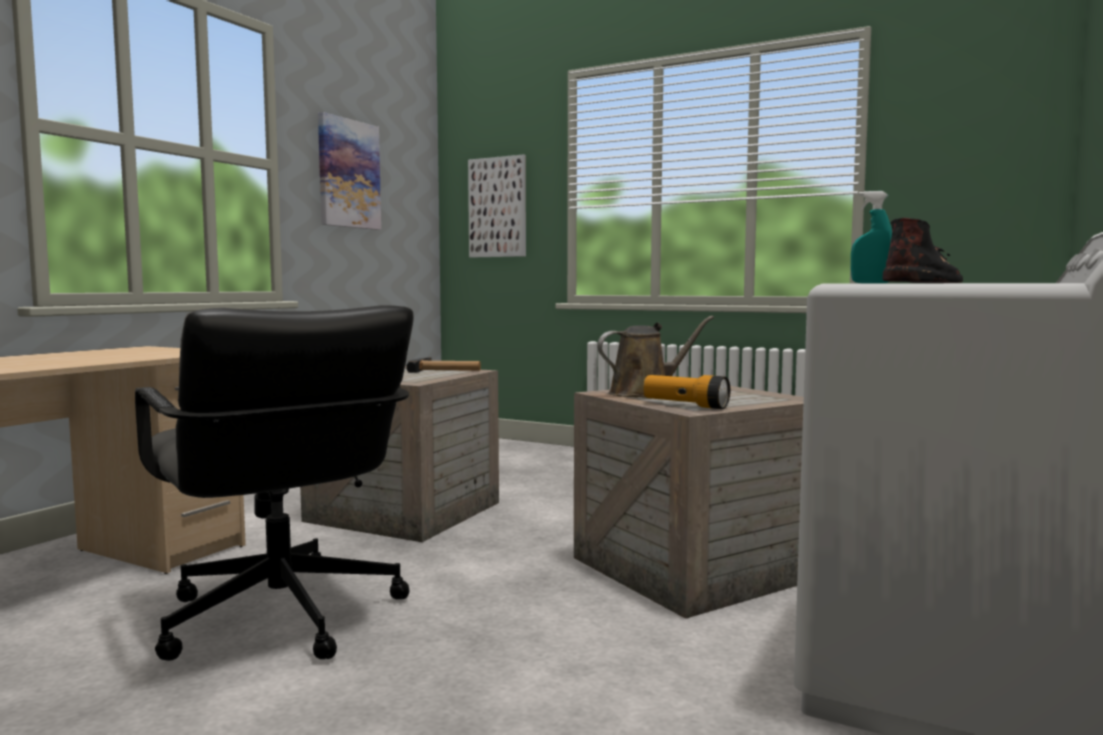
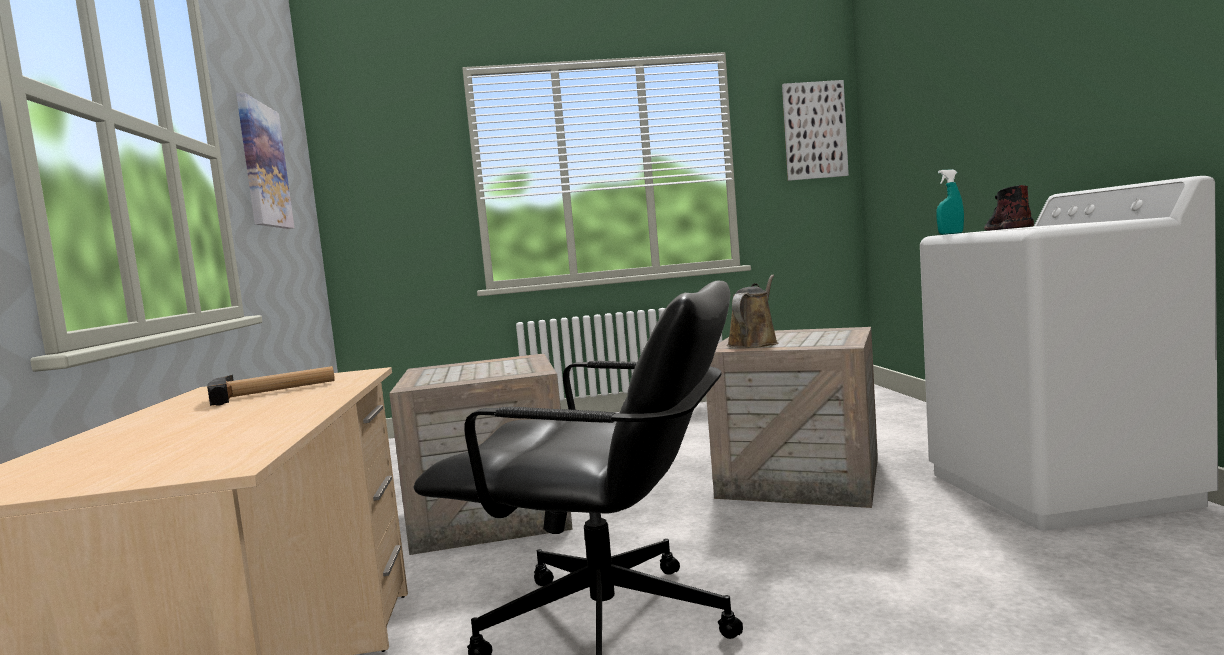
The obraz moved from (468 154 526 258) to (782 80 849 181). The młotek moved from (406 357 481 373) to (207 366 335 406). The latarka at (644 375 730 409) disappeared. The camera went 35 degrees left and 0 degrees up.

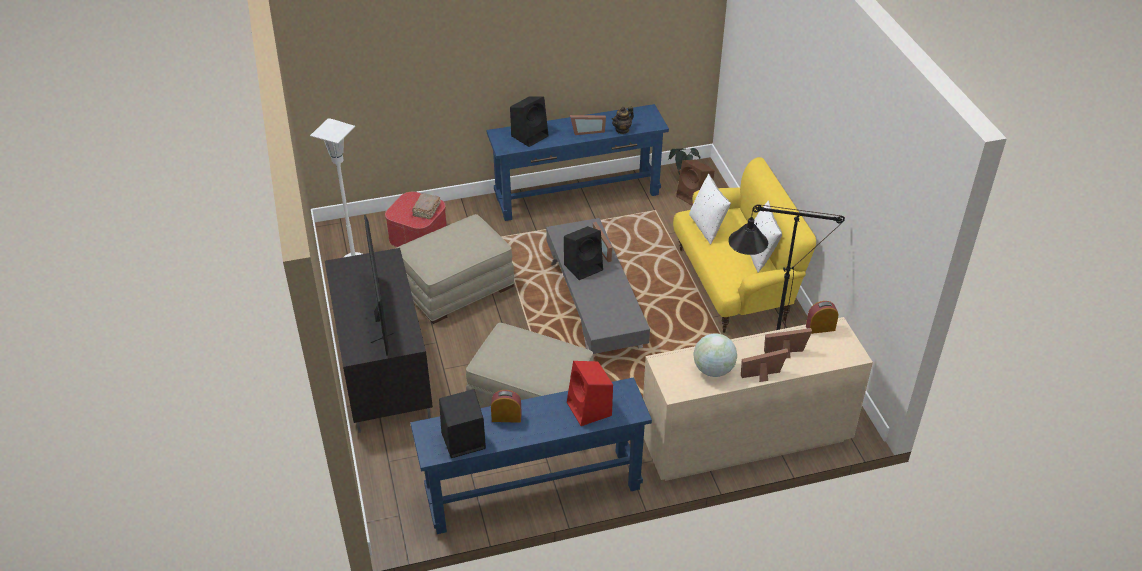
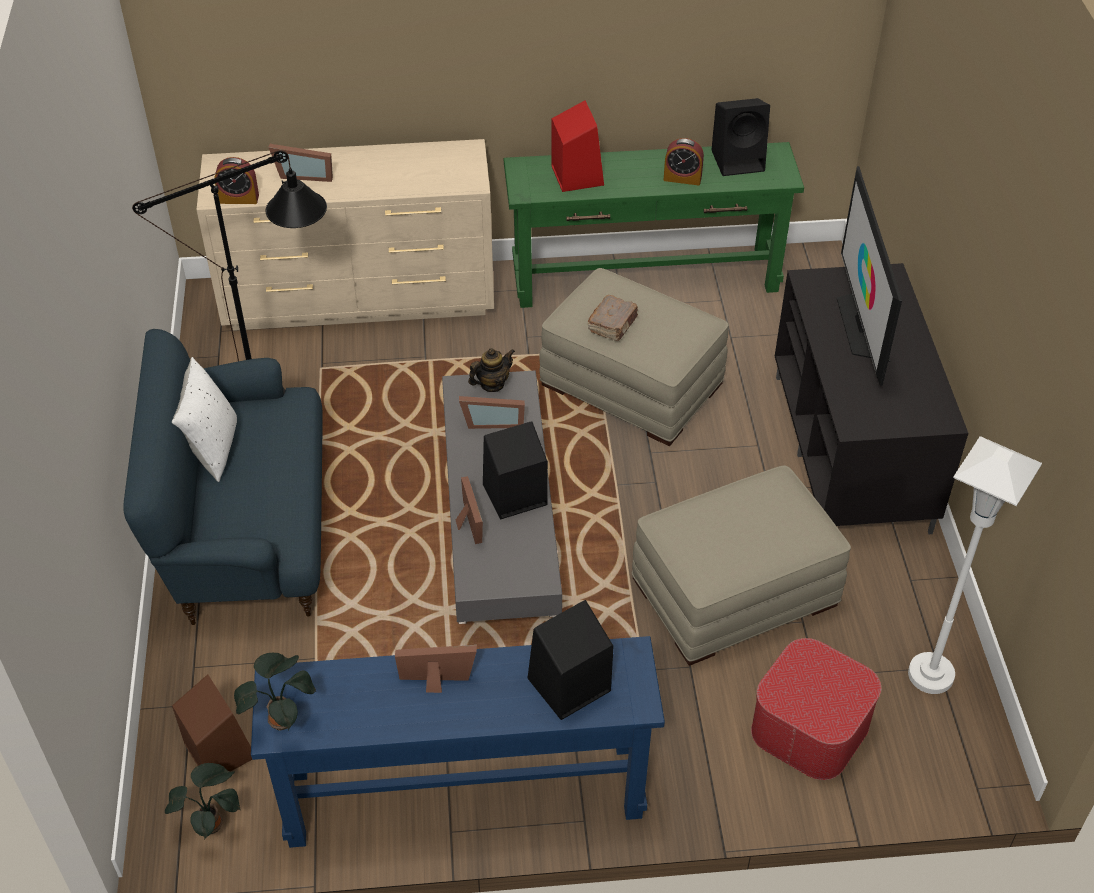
The imbryk moved from (611 106 634 134) to (468 348 515 392). The kanapa [żółty] at (673 157 816 333) became the kanapa [niebieski] at (123 329 323 625). The poduszka [biały] at (689 174 731 245) disappeared. The książka [brązowy] moved from (412 194 441 220) to (588 295 638 341). The globus at (694 334 737 377) disappeared. The ramka na zdjęcie moved from (741 349 789 382) to (459 396 525 429). The stolik konsolowy [niebieski] at (410 377 652 534) became the stolik konsolowy [zielony] at (503 142 804 308). The roślina doniczkowa at (234 653 316 731) appeared. The camera went 170 degrees left and 5 degrees up.

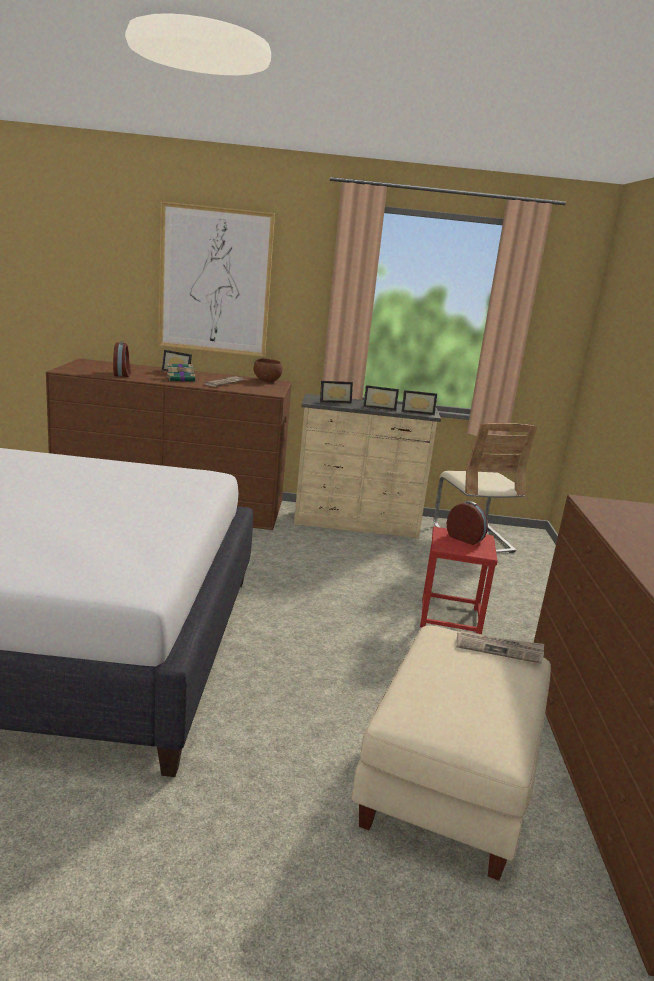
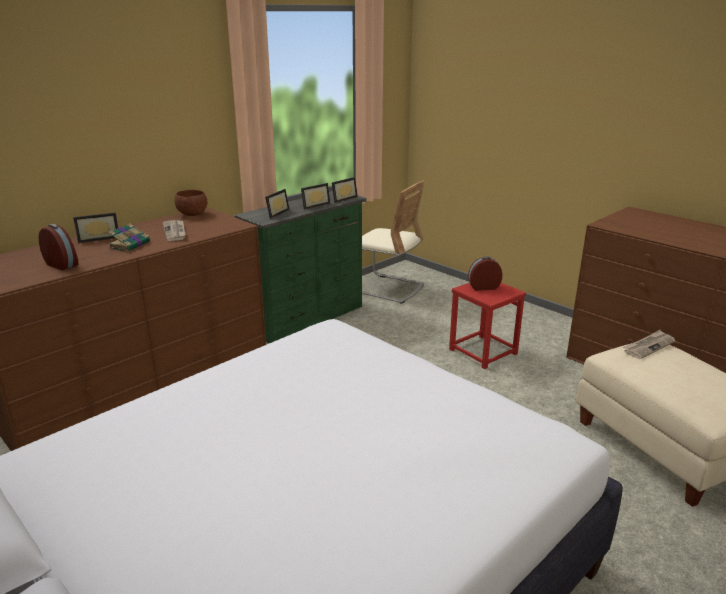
The obraz at (158 201 275 357) disappeared. The komoda [beżowy] at (294 394 441 538) became the komoda [zielony] at (234 191 367 344). The camera went 45 degrees left and 5 degrees up.

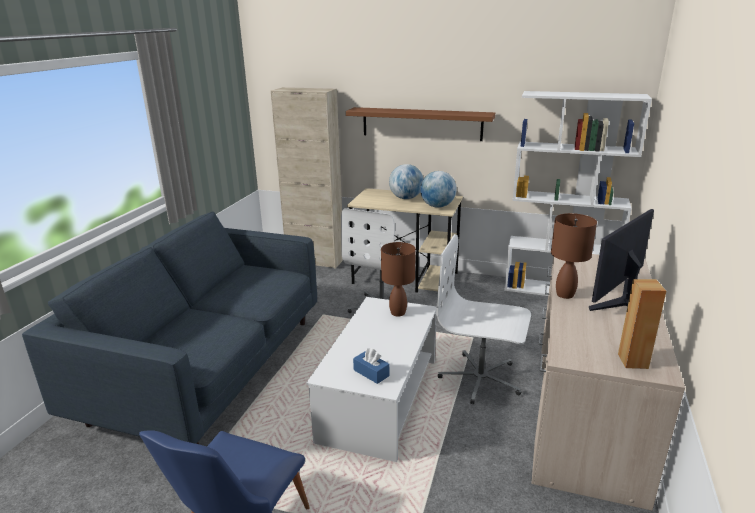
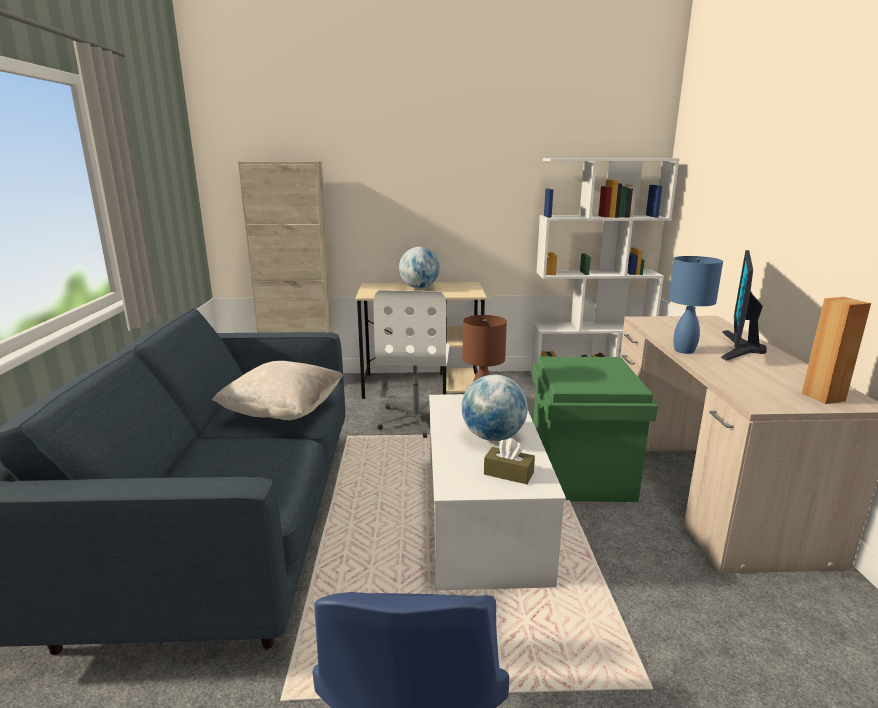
The półka [brązowy] at (346 107 495 141) disappeared. The globus moved from (420 171 457 208) to (461 374 528 441). The lampa stołowa [brązowy] at (551 213 597 299) became the lampa stołowa [niebieski] at (668 256 723 354). The krzesło biurowe [biały] at (436 234 531 404) was replaced by the pojemnik do przechowywania [zielony] at (532 357 658 502). The pudełko chusteczek [niebieski] at (353 348 390 384) became the pudełko chusteczek [brązowy] at (484 438 535 484). The poduszka [beżowy] at (212 361 343 420) appeared. The camera went 20 degrees left and 5 degrees down.

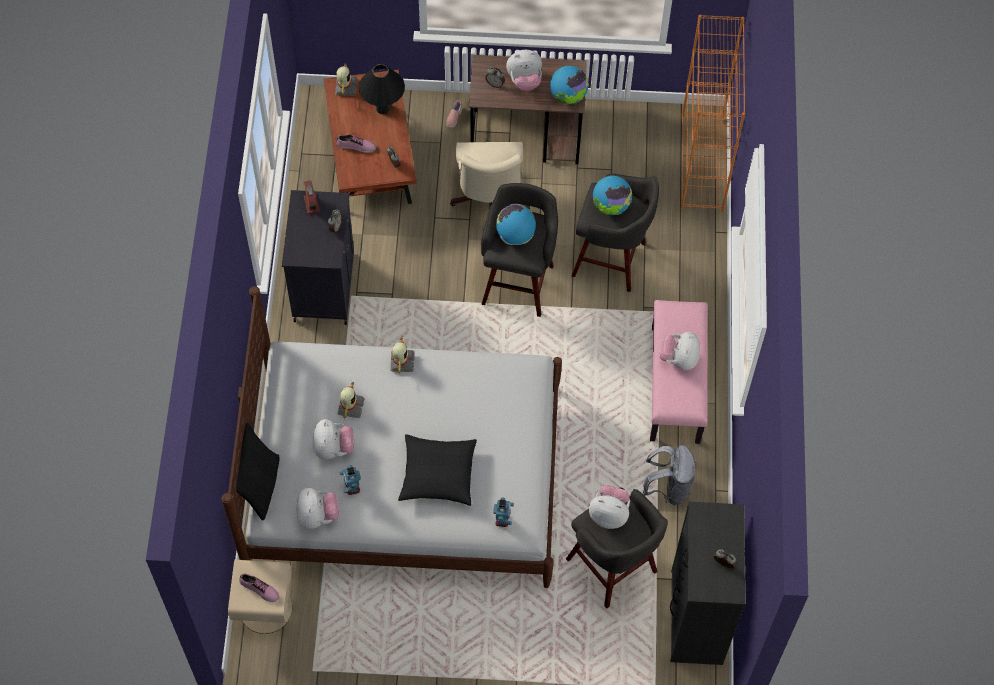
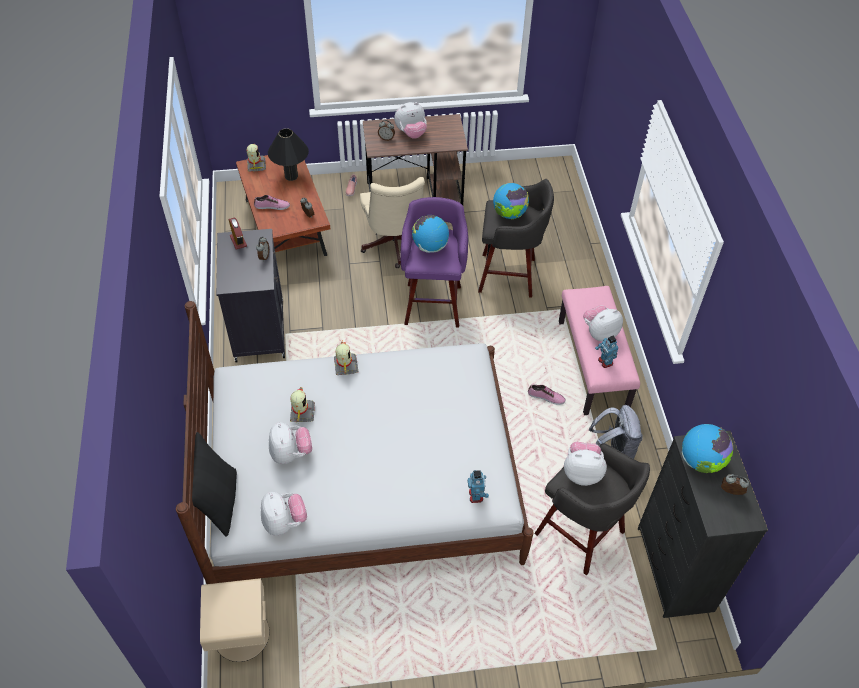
The regał [pomarańczowy] at (681 15 745 212) disappeared. The globus moved from (550 66 589 104) to (682 424 733 473). The stołek [szary] at (481 183 558 317) became the stołek [fioletowy] at (400 197 468 327). The pluszak at (660 332 700 370) turned 60 degrees clockwise. The poduszka [czarny] at (398 434 477 506) disappeared. The robot zabawkowy moved from (340 465 361 495) to (595 336 618 368). The but moved from (239 574 280 602) to (528 384 565 405). The camera went 10 degrees left and 10 degrees down.

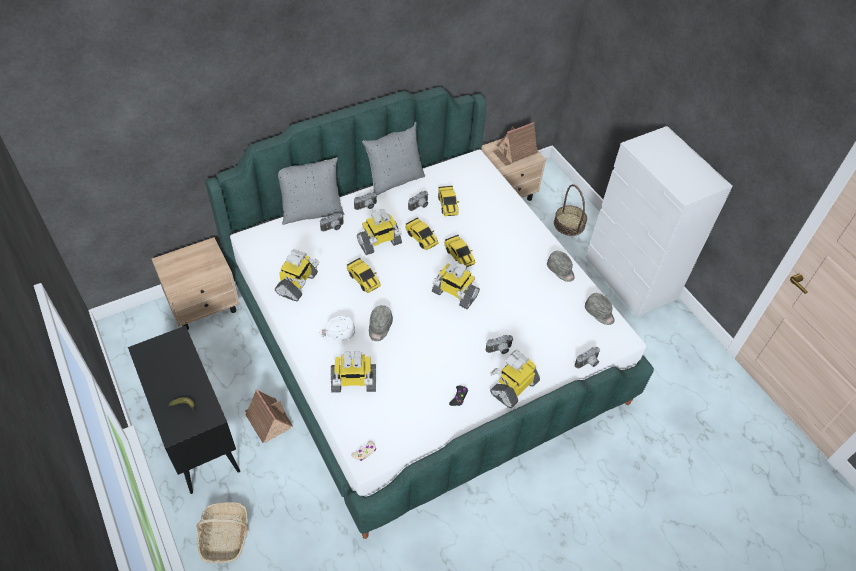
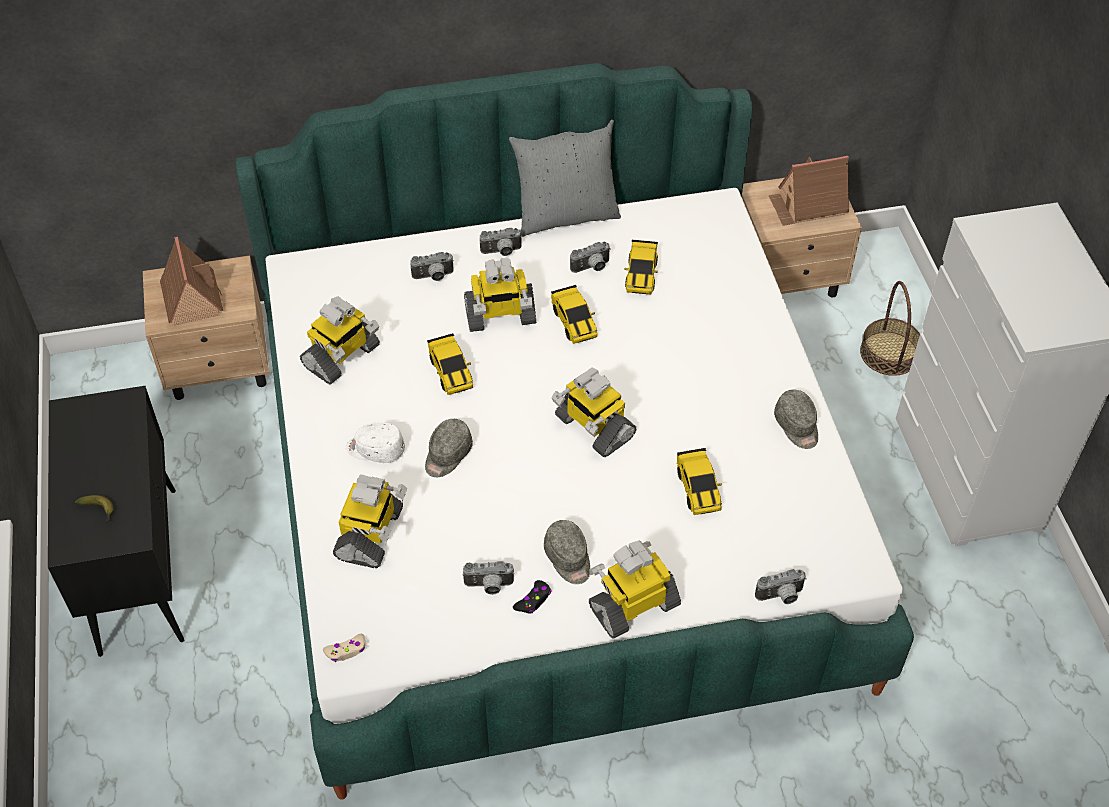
The poduszka [szary] at (278 157 344 225) disappeared. The samochodzik moved from (444 235 475 267) to (677 448 722 515). The czapka z daszkiem [szary] moved from (585 293 615 325) to (544 520 590 584). The aparat fotograficzny moved from (486 335 513 354) to (462 561 514 595). The robot zabawkowy at (331 351 376 392) turned 90 degrees counterclockwise. The domek moved from (245 389 293 443) to (160 237 223 326). The koszyk at (196 502 249 563) disappeared. The camera went 20 degrees right and 0 degrees up.

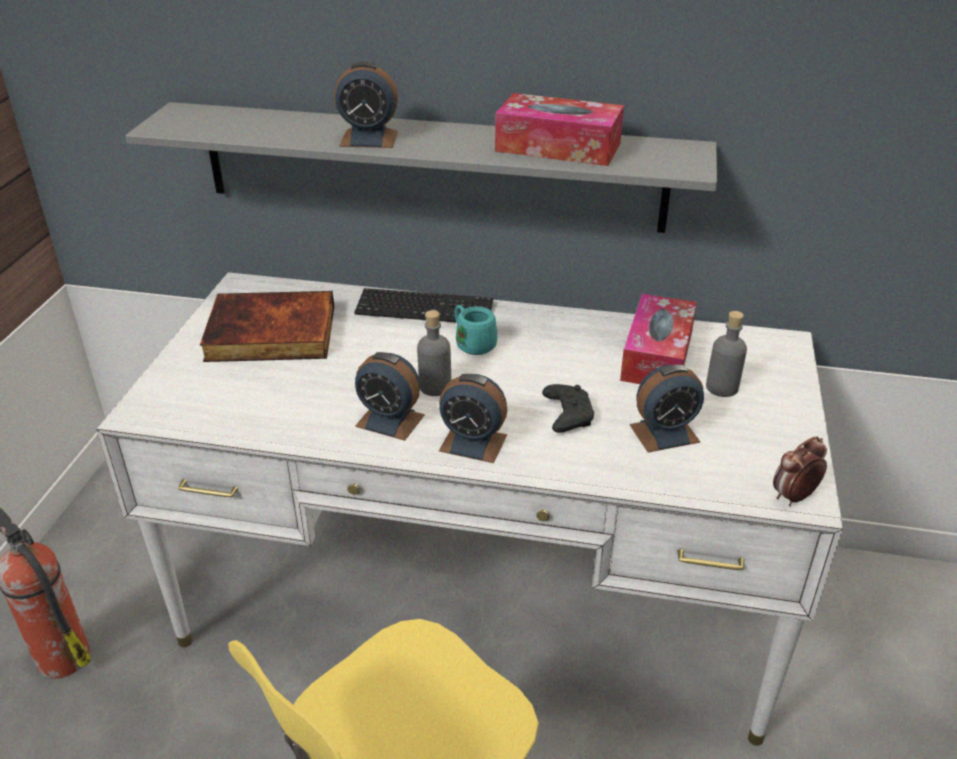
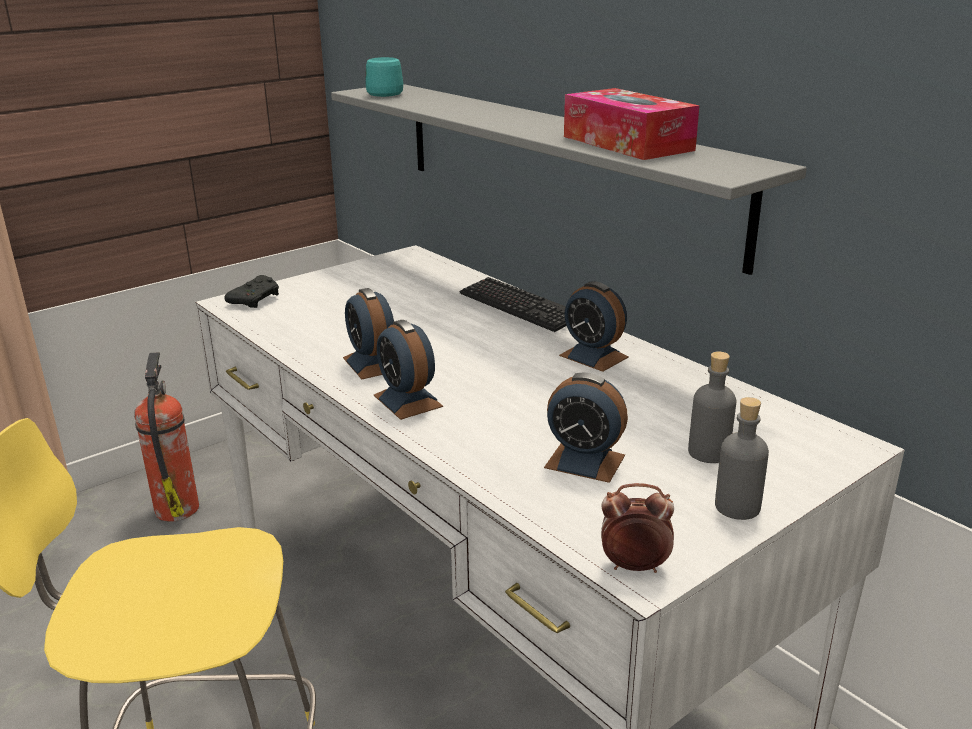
The budzik moved from (334 61 398 148) to (559 281 629 372). The książka at (200 291 334 362) disappeared. The pudełko chusteczek at (620 294 697 384) disappeared. The kubek [turkusowy] moved from (455 305 497 355) to (366 57 403 97). The butelka [szary] moved from (417 310 451 396) to (715 397 769 520). The pad do gier [czarny] moved from (542 384 594 433) to (224 275 279 308). The camera went 40 degrees right and 10 degrees down.

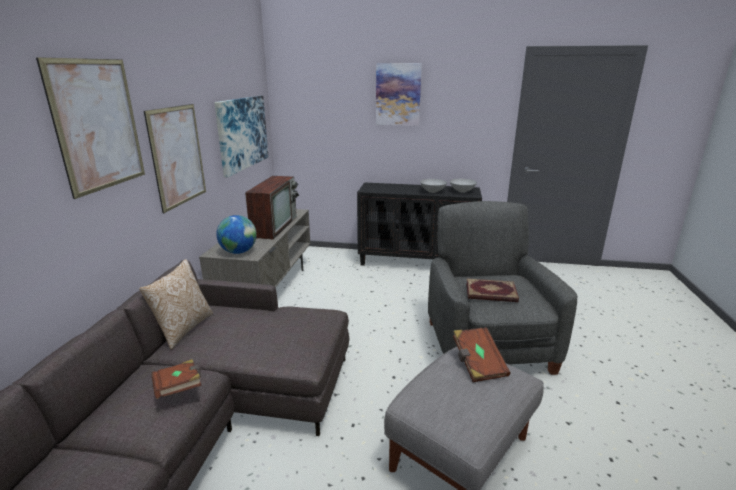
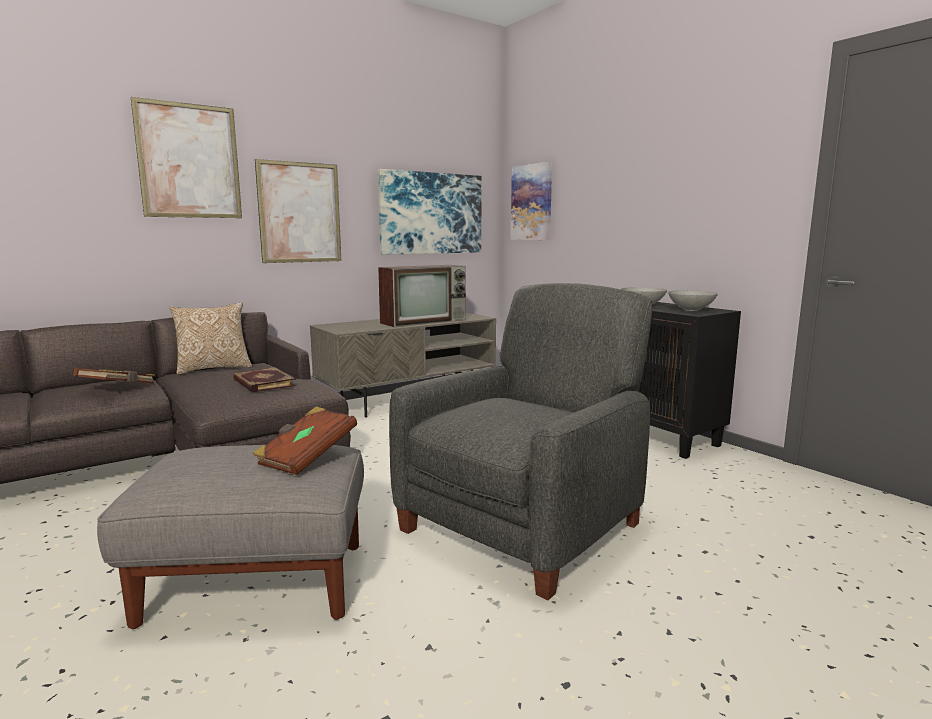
The obraz moved from (376 63 422 126) to (511 162 552 240). The globus at (216 215 257 254) disappeared. The książka moved from (466 278 519 302) to (233 367 296 393). The camera went 45 degrees right and 10 degrees down.

